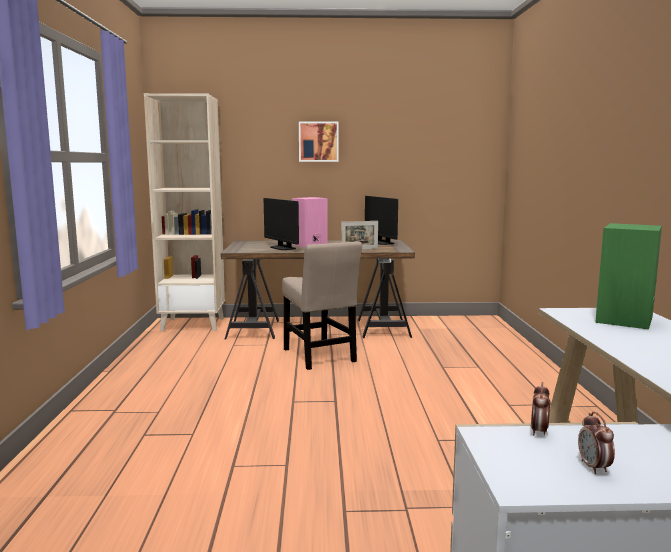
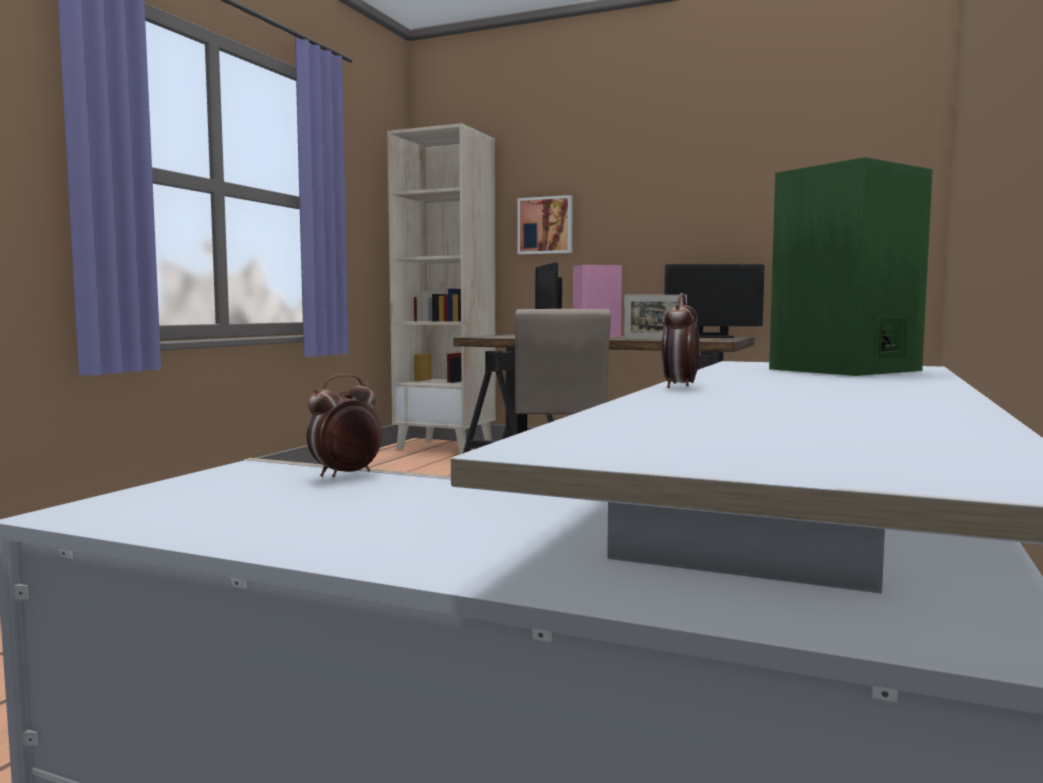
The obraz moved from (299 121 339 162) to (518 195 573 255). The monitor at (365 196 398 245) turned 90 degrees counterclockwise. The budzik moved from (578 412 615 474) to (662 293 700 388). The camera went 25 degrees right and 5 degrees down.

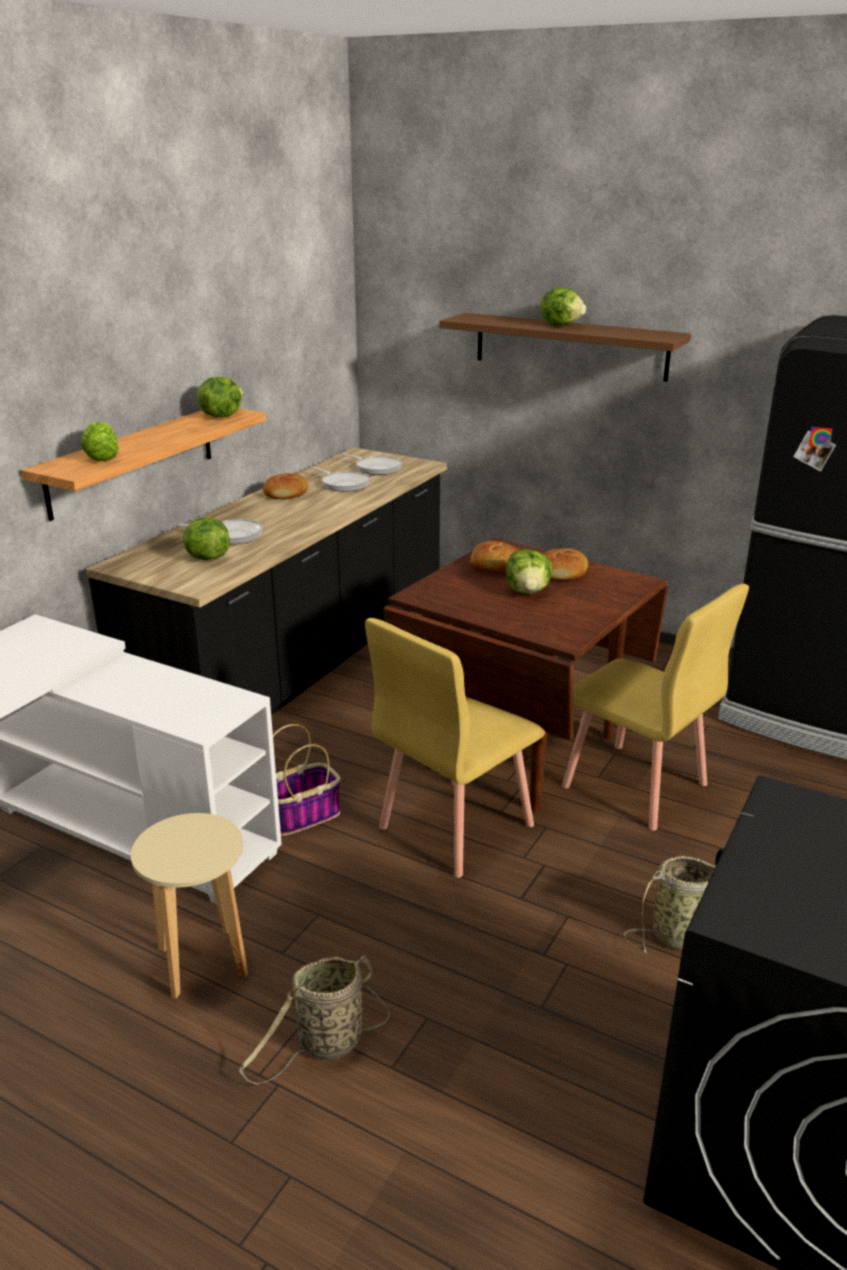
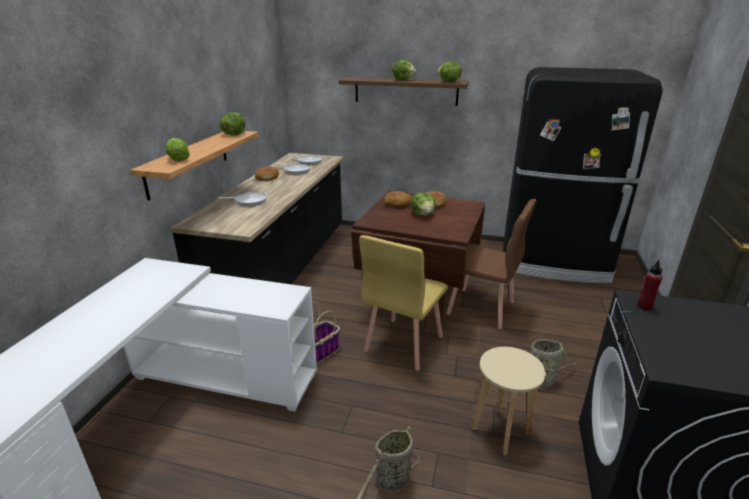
The sałata moved from (183 517 230 560) to (437 61 462 82). The krzesło [żółty] at (562 584 749 831) became the krzesło [brązowy] at (447 199 537 329). The stołek [beżowy] moved from (131 813 248 999) to (472 347 546 456). The butelka [czerwony] at (637 260 663 311) appeared. The camera went 15 degrees left and 0 degrees up.

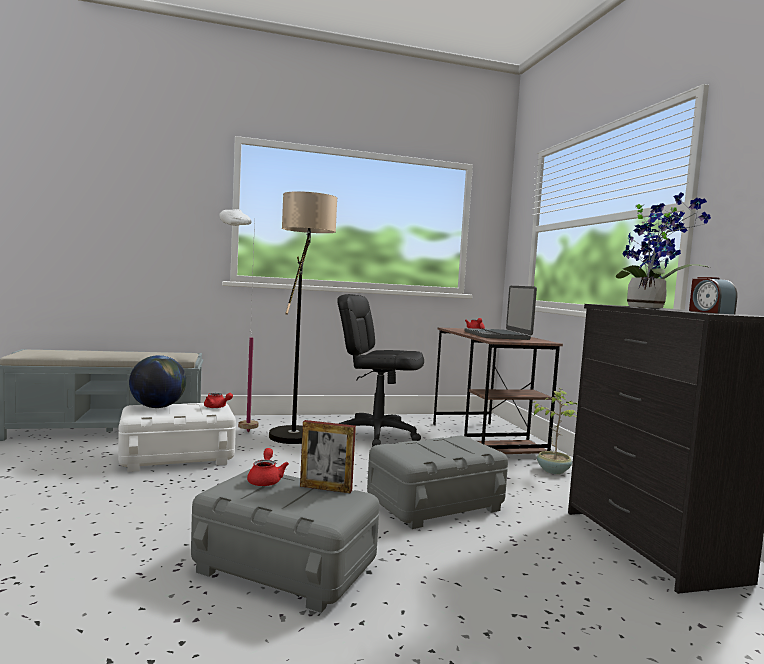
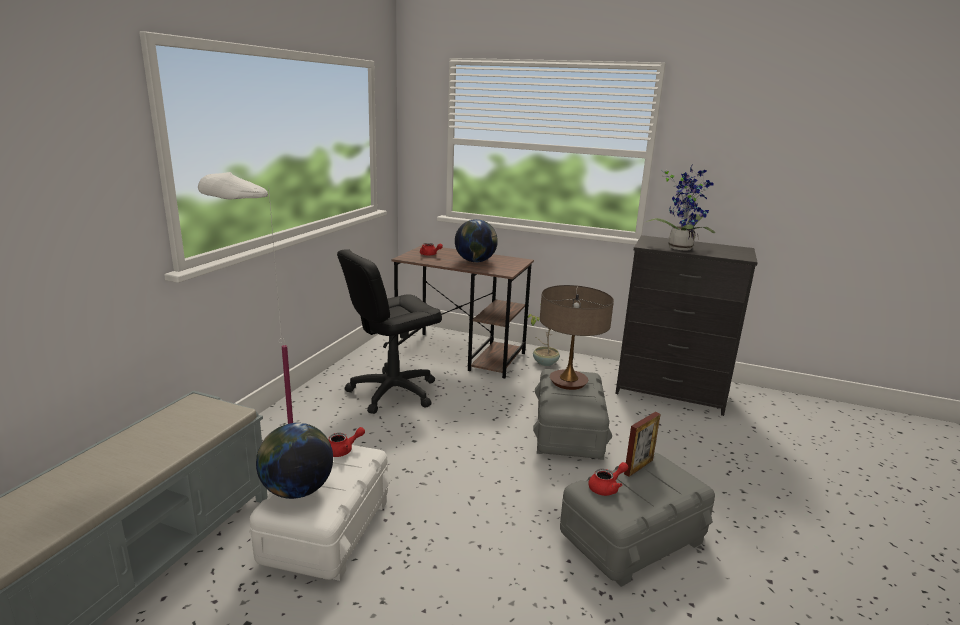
The lampa stojąca at (269 191 337 444) disappeared. The budzik at (689 277 737 314) disappeared. The laptop at (465 286 537 340) was replaced by the globus at (455 219 498 262). The imbryk [czerwony] at (247 448 289 486) turned 120 degrees clockwise. The lampa stołowa at (540 285 614 390) appeared. The camera went 55 degrees left and 15 degrees up.

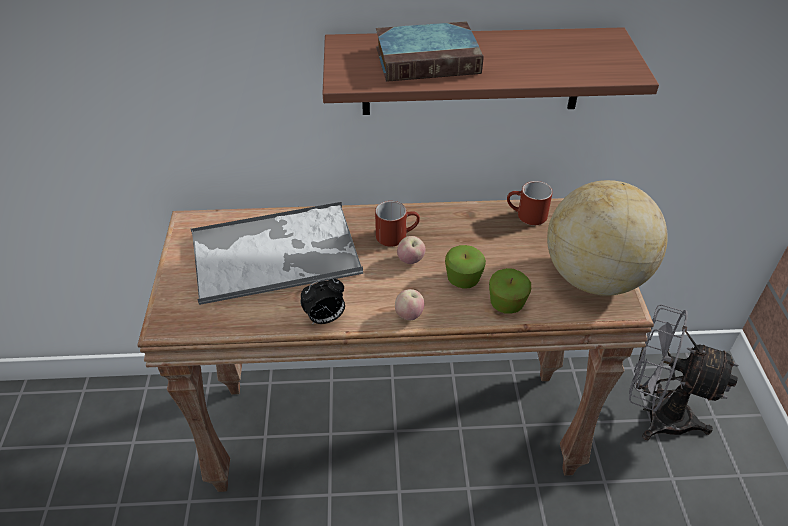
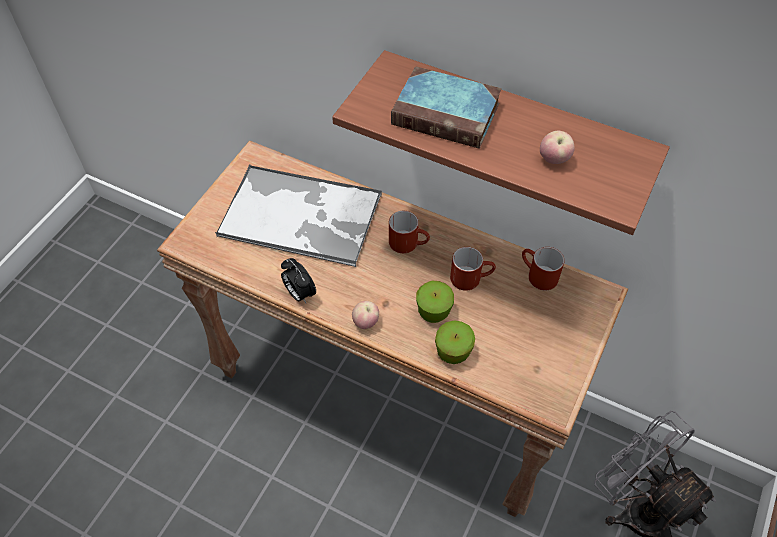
The globus at (547 180 668 296) disappeared. The jabłko moved from (397 236 425 264) to (540 131 575 164). The budzik at (301 278 345 325) turned 45 degrees clockwise. The kubek [czerwony] at (450 247 496 290) appeared. The camera went 30 degrees right and 10 degrees up.

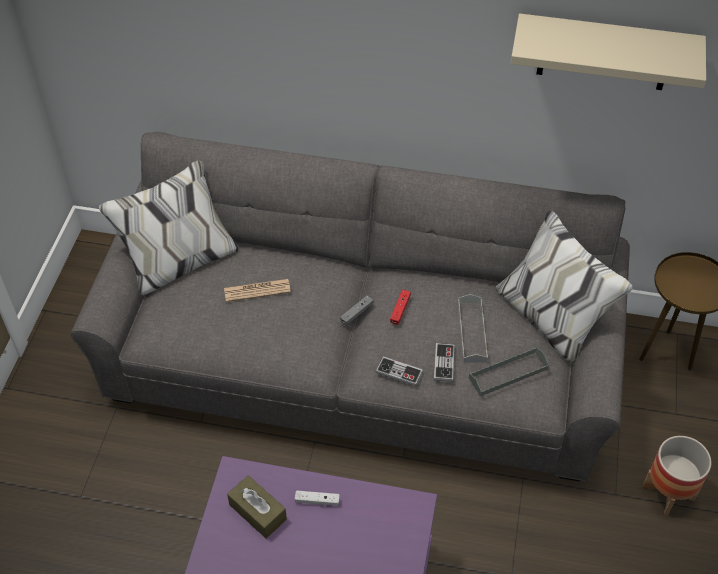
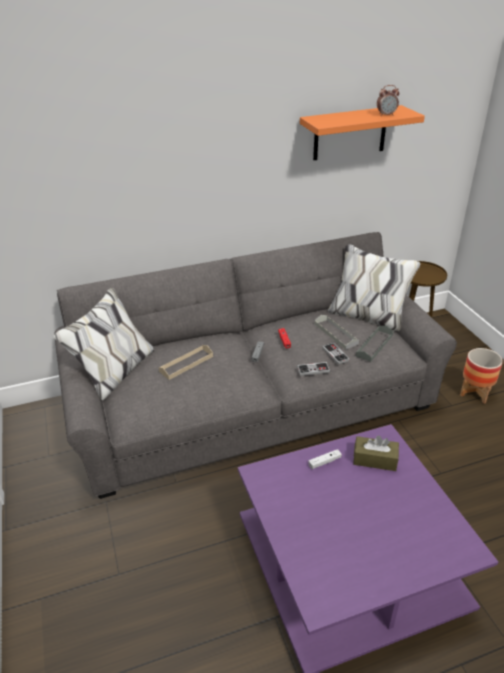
The półka [beżowy] at (511 13 706 90) became the półka [pomarańczowy] at (300 105 425 160). The gazeta at (224 279 291 302) was replaced by the taca [beżowy] at (159 345 213 380). The pudełko chusteczek [brązowy] moved from (227 475 287 538) to (353 436 399 471). The budzik at (377 85 399 116) appeared. The camera went 30 degrees left and 15 degrees down.

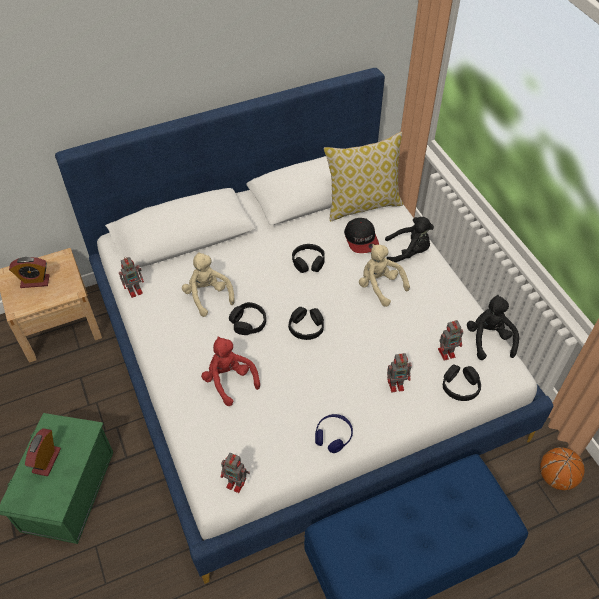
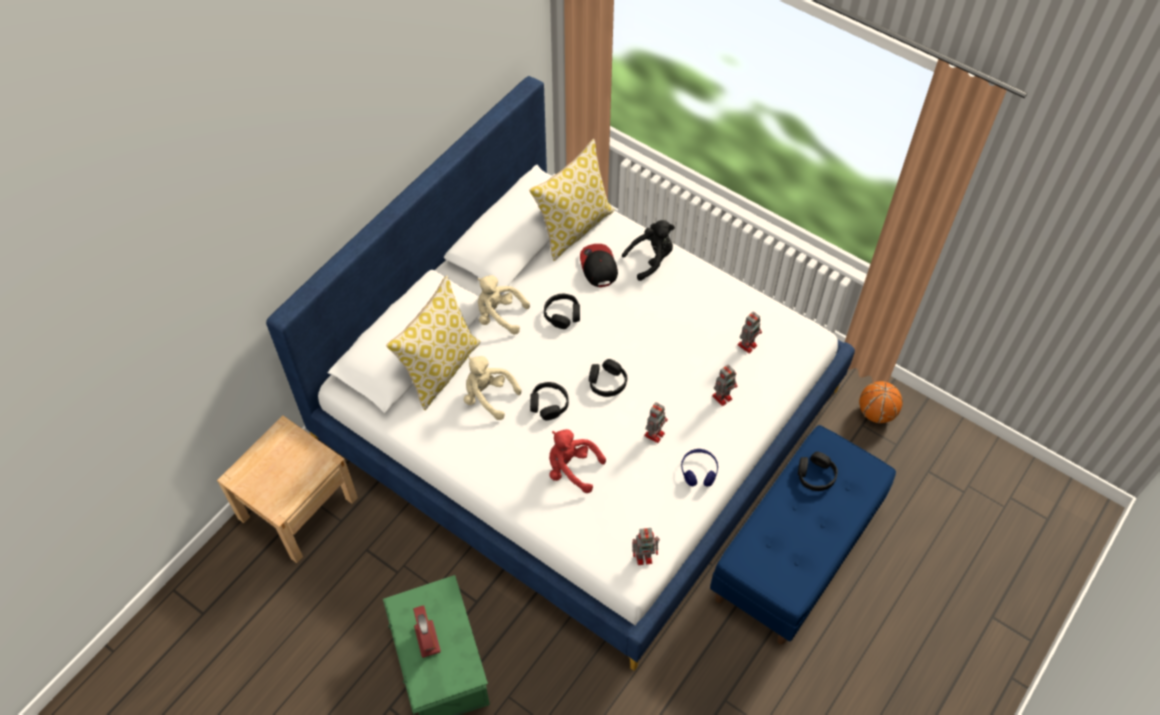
The czapka z daszkiem at (344 218 379 253) turned 150 degrees counterclockwise. The pluszak [beżowy] moved from (359 244 410 307) to (478 275 530 335). The budzik at (9 257 49 288) disappeared. The robot zabawkowy moved from (119 257 144 298) to (644 402 668 443). The pluszak [czarny] at (467 295 519 360) disappeared. The słuchawki [czarny] moved from (443 365 481 401) to (798 452 838 491). The poduszka at (386 275 481 410) appeared. The camera went 30 degrees left and 5 degrees up.

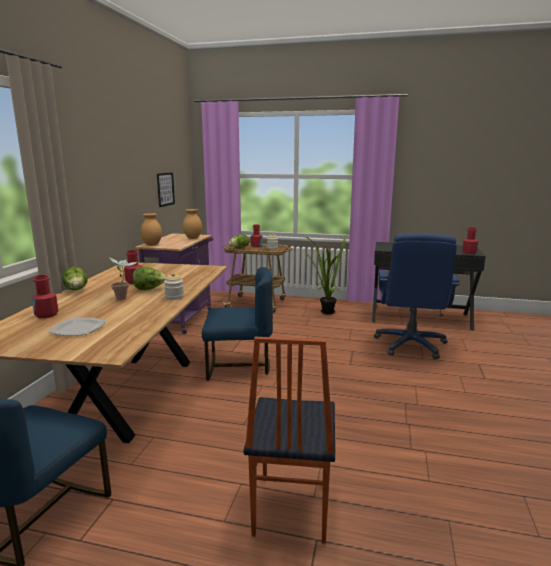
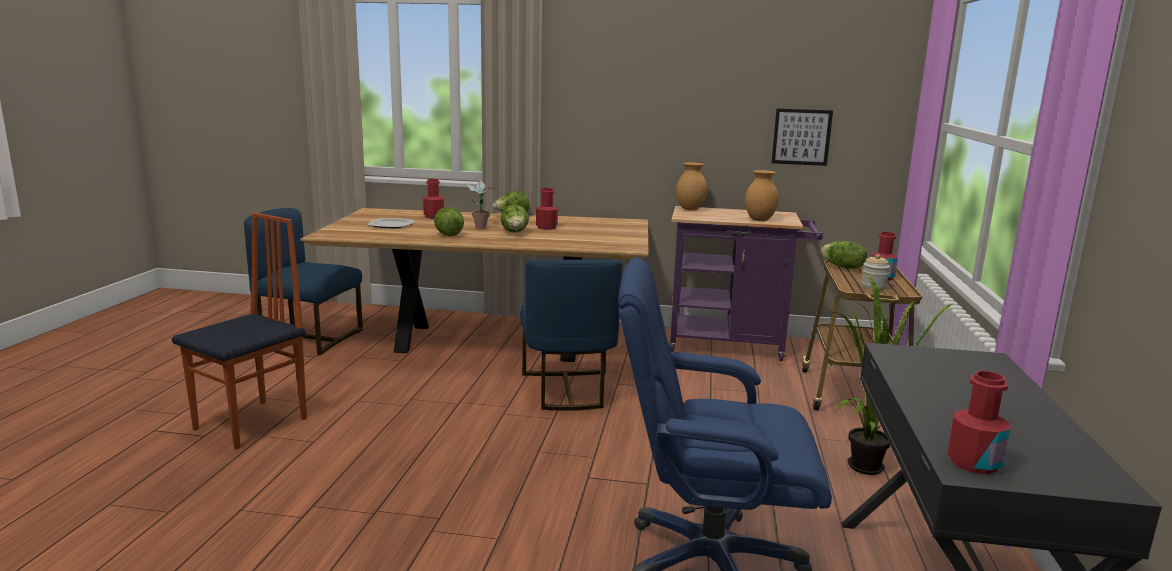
The słoik at (164 273 184 300) disappeared. The krzesło at (244 337 335 544) turned 120 degrees clockwise. The sałata at (434 207 464 236) appeared. The camera went 85 degrees right and 0 degrees up.

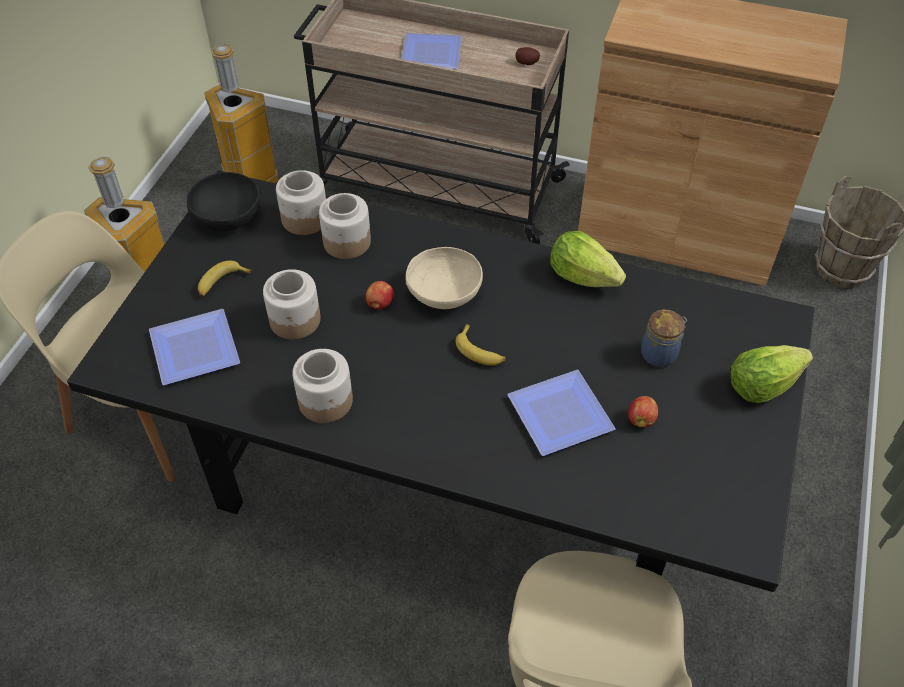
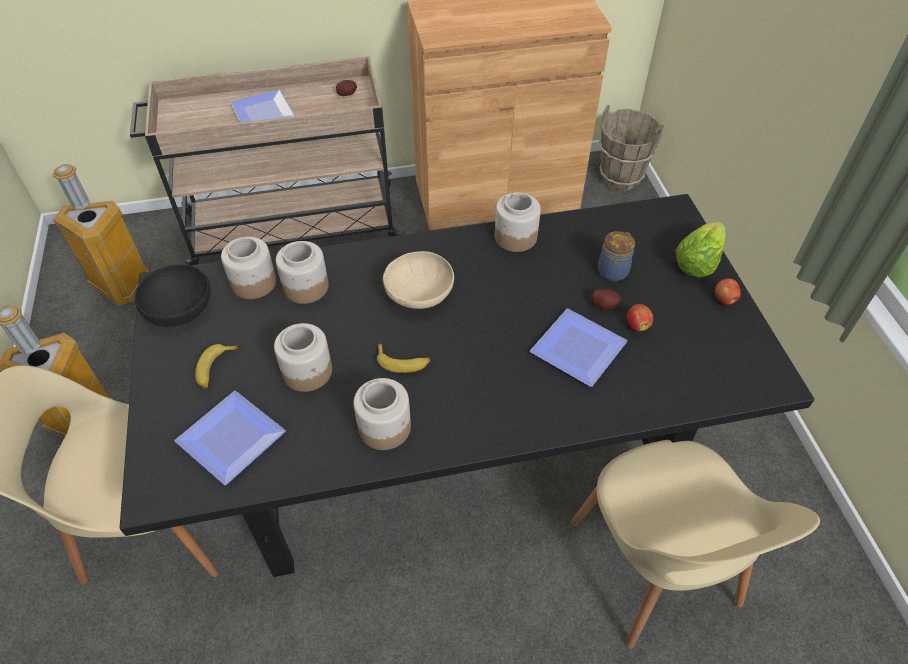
The sałata at (550 231 626 287) was replaced by the słoik at (495 192 541 252). The jabłko moved from (366 281 394 309) to (715 278 741 305). The banan moved from (456 324 506 366) to (377 344 431 373). The ziemniak at (591 289 621 310) appeared. The camera went 30 degrees left and 0 degrees up.

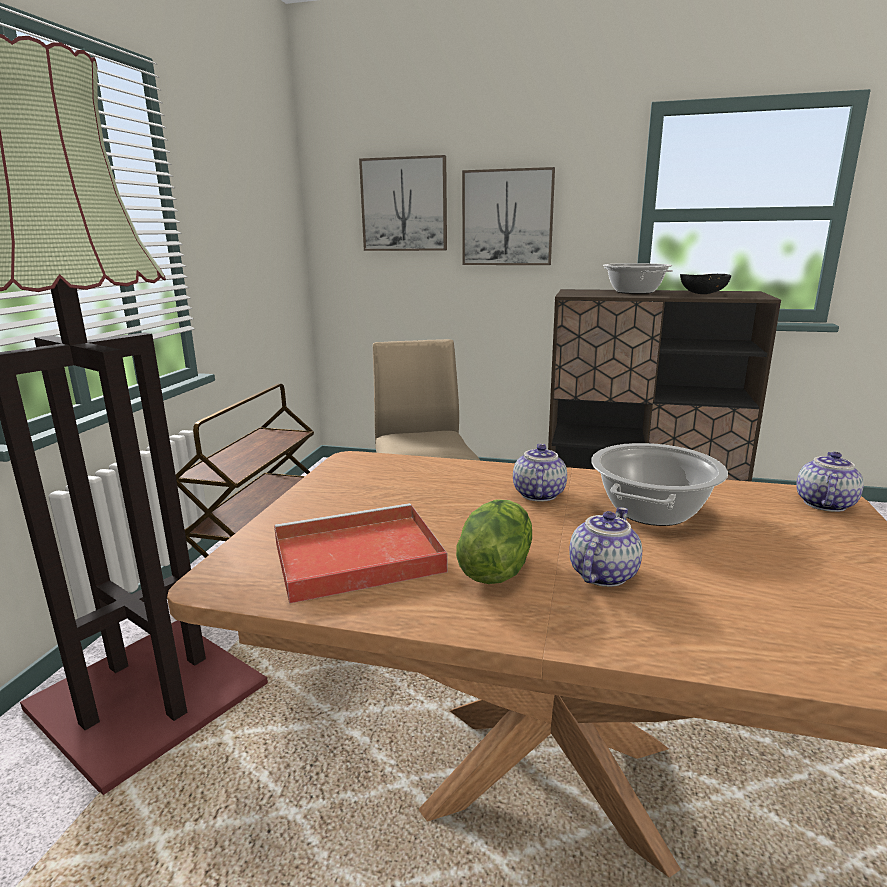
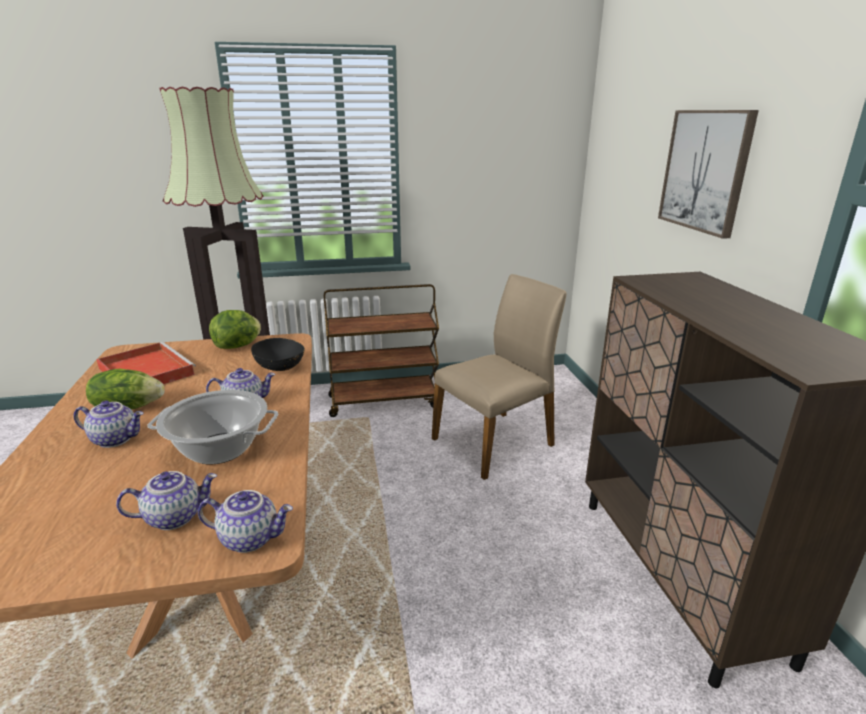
The obraz at (359 155 447 251) disappeared. The garnek at (603 263 673 294) disappeared. The miska [czarny] moved from (680 274 731 294) to (251 338 305 371). The sałata at (209 310 261 349) appeared. The imbryk at (116 471 217 530) appeared. The camera went 65 degrees right and 5 degrees up.

